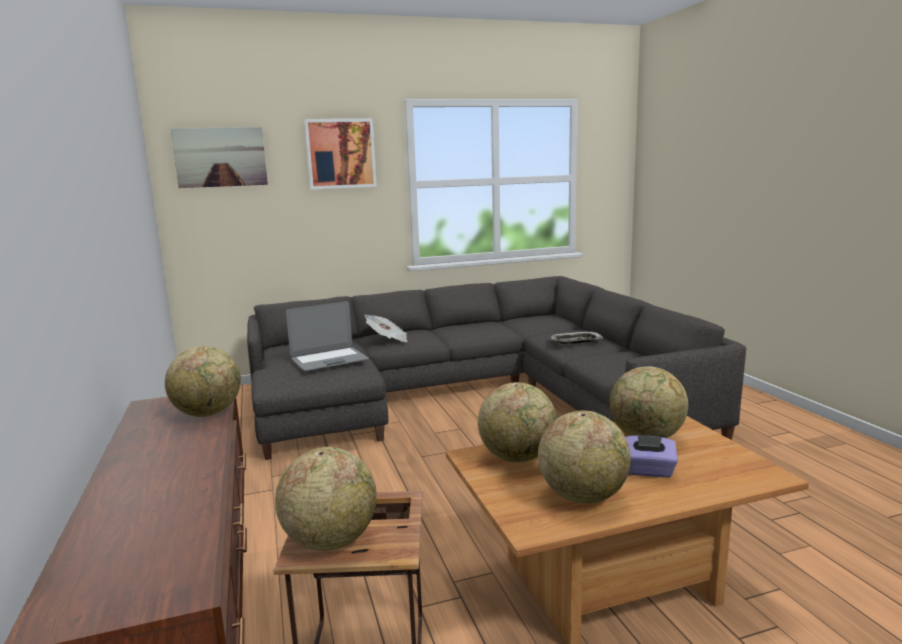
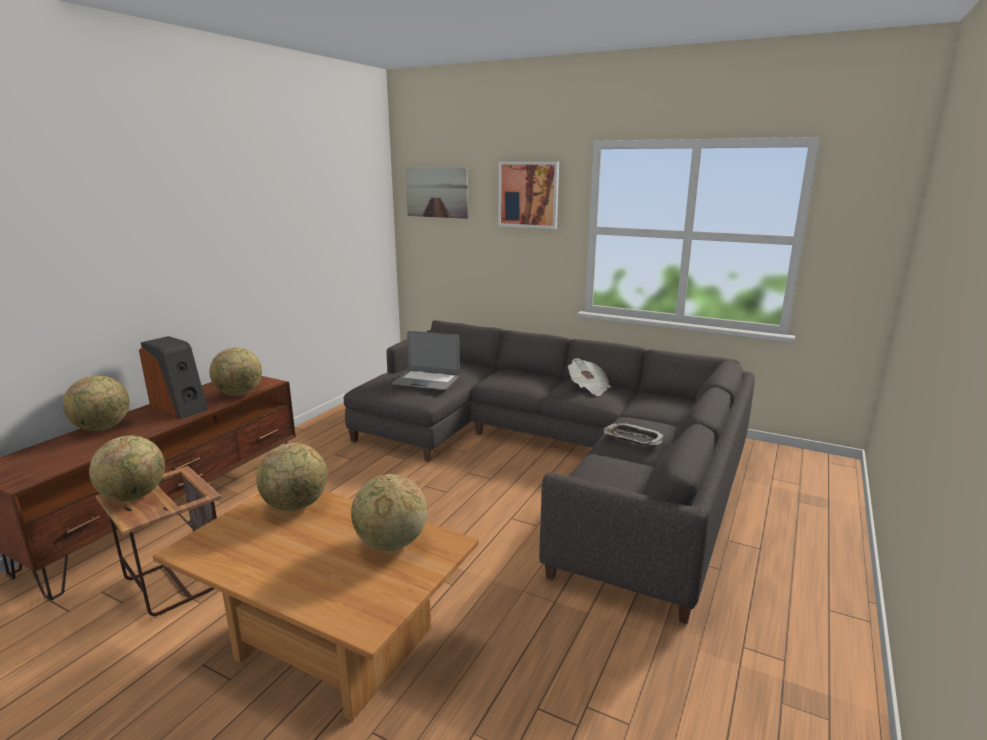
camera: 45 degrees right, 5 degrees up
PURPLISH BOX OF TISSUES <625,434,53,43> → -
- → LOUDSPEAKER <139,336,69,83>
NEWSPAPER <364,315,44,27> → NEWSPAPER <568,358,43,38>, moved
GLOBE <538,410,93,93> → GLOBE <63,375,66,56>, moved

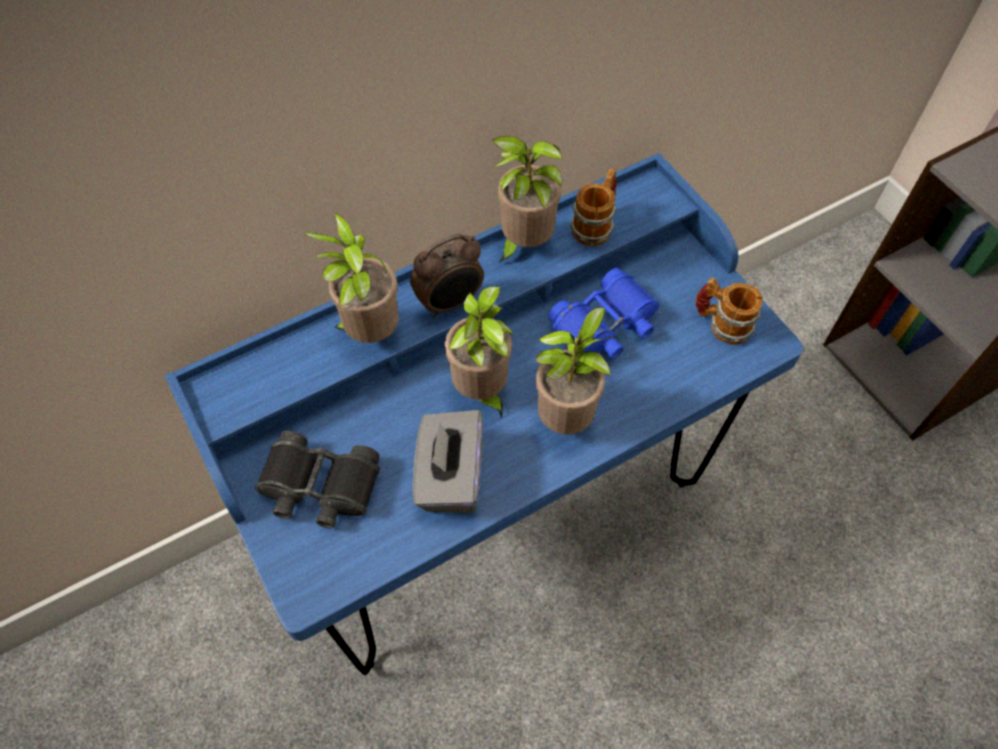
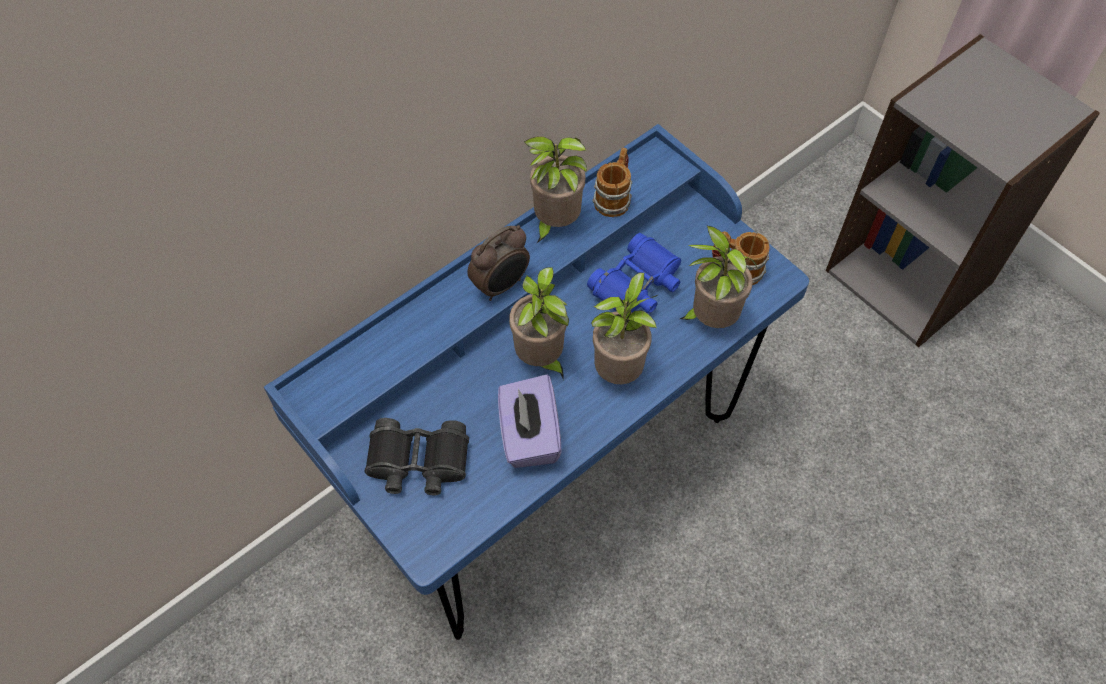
camera: 10 degrees left, 0 degrees up
POTTED PLANT <304,213,95,130> → POTTED PLANT <680,225,77,103>, moved
GREY BOX OF TISSUES <413,410,70,103> → PURPLISH BOX OF TISSUES <498,374,63,94>

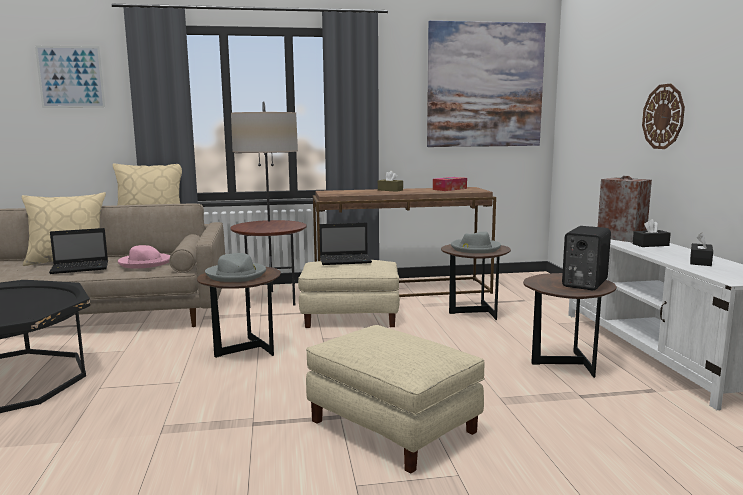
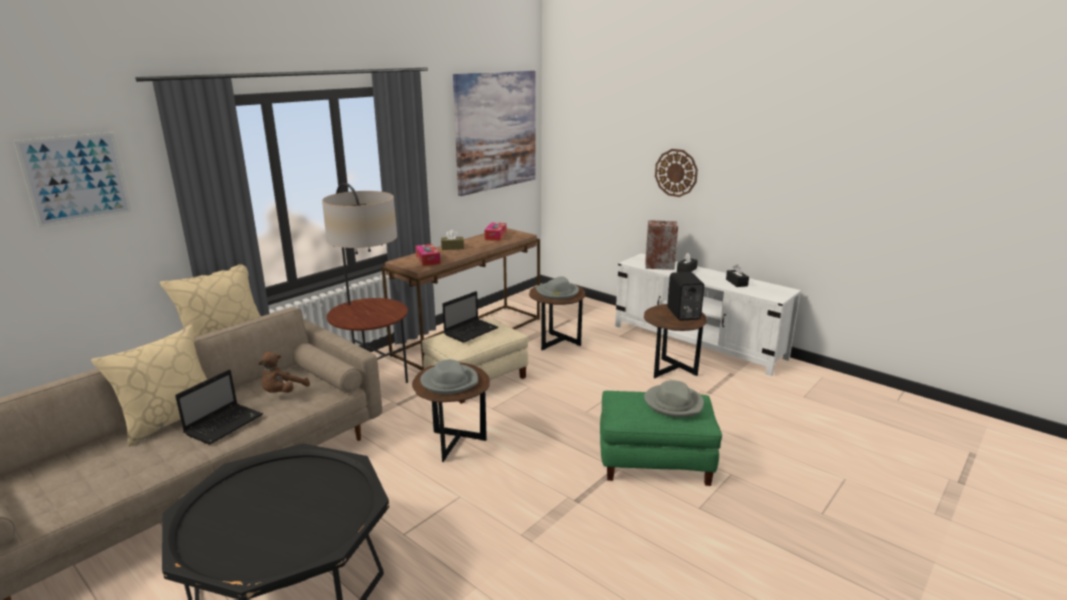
camera: 40 degrees left, 10 degrees up
- → BOX OF TISSUES <415,244,25,22>
- → GREY HAT <644,380,60,37>
PINK-COLOURED HAT <118,245,53,23> → BROWN CUDDLY TOY <258,352,52,41>
BEIGE OTTOMAN <306,325,179,149> → GREEN OTTOMAN <600,391,122,95>

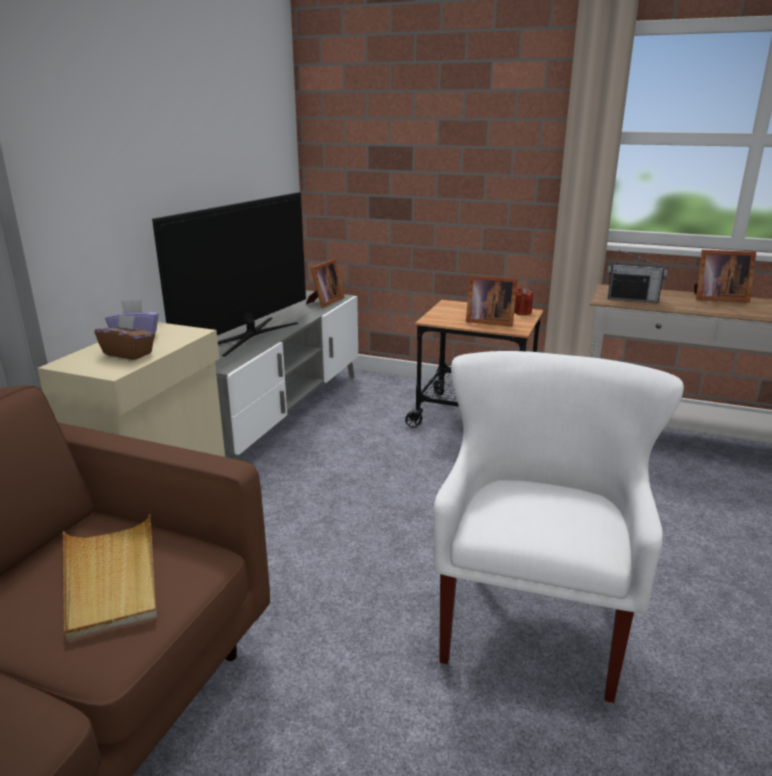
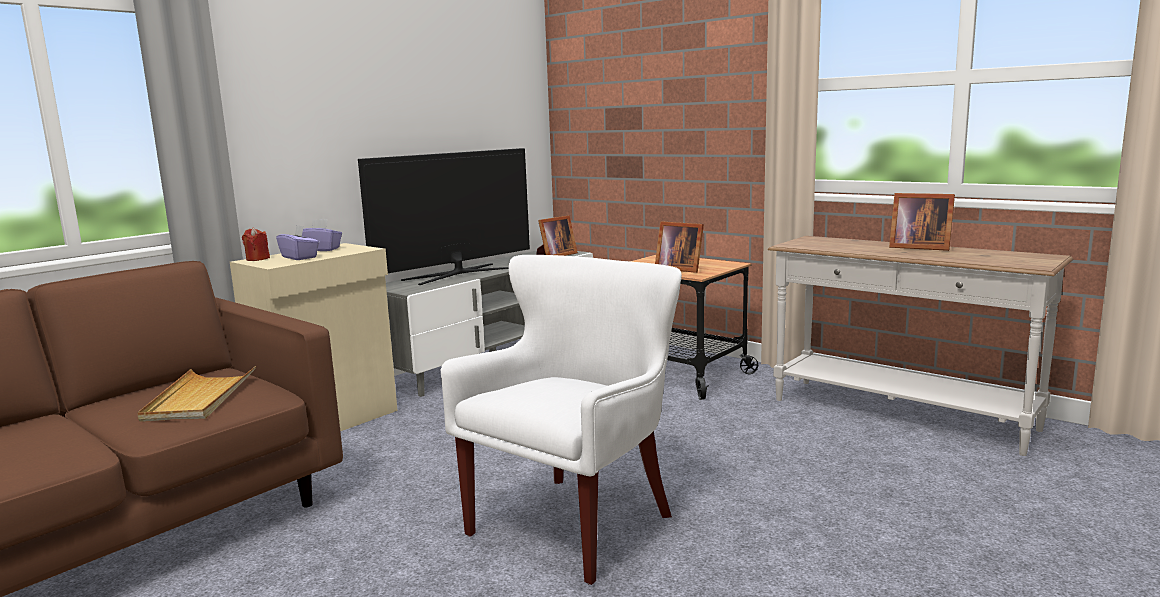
camera: 20 degrees right, 10 degrees down
RADIO RECEIVER <607,250,60,53> → -
RED WAX CANDLE <514,287,19,28> → RED WAX CANDLE <242,227,28,34>, moved
BROWN BOX OF TISSUES <95,314,60,46> → PURPLISH BOX OF TISSUES <276,225,43,35>

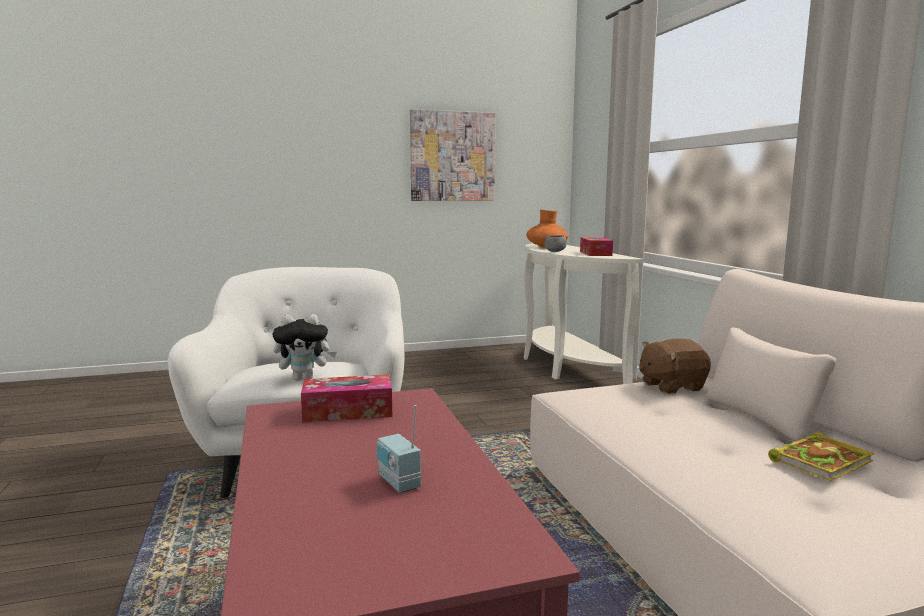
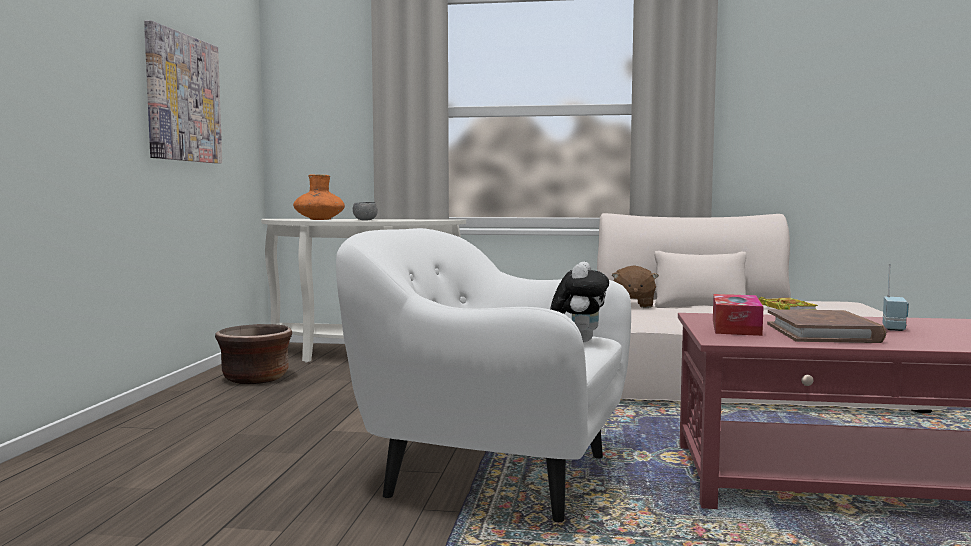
camera: 65 degrees left, 5 degrees down
BOX OF TISSUES <580,237,33,19> → -
- → BROWN PLANTER <215,324,77,60>
- → BROWN VOLUME <767,309,119,34>
RADIO RECEIVER <377,405,44,88> → RADIO RECEIVER <883,264,26,67>, 60 degrees counterclockwise

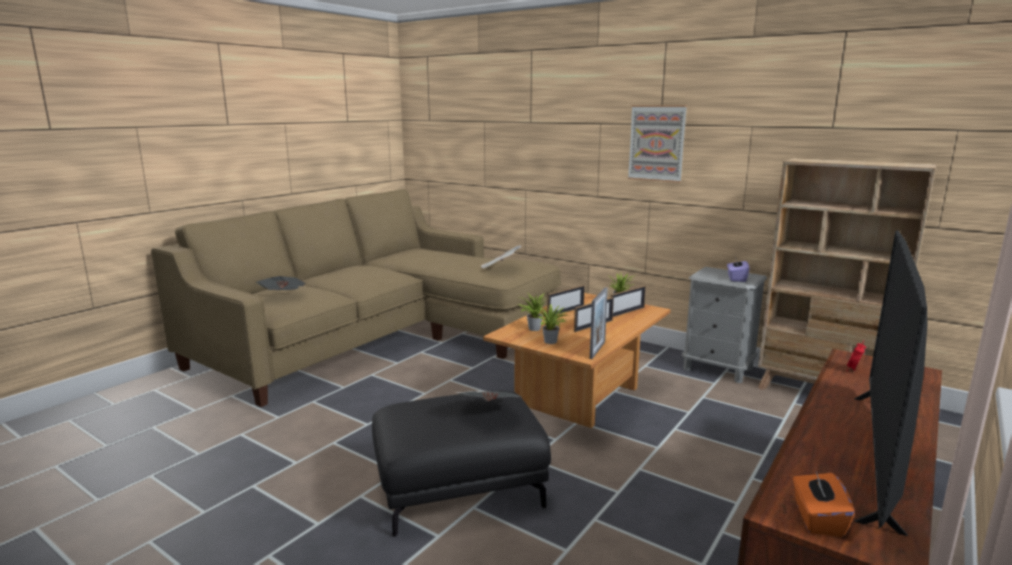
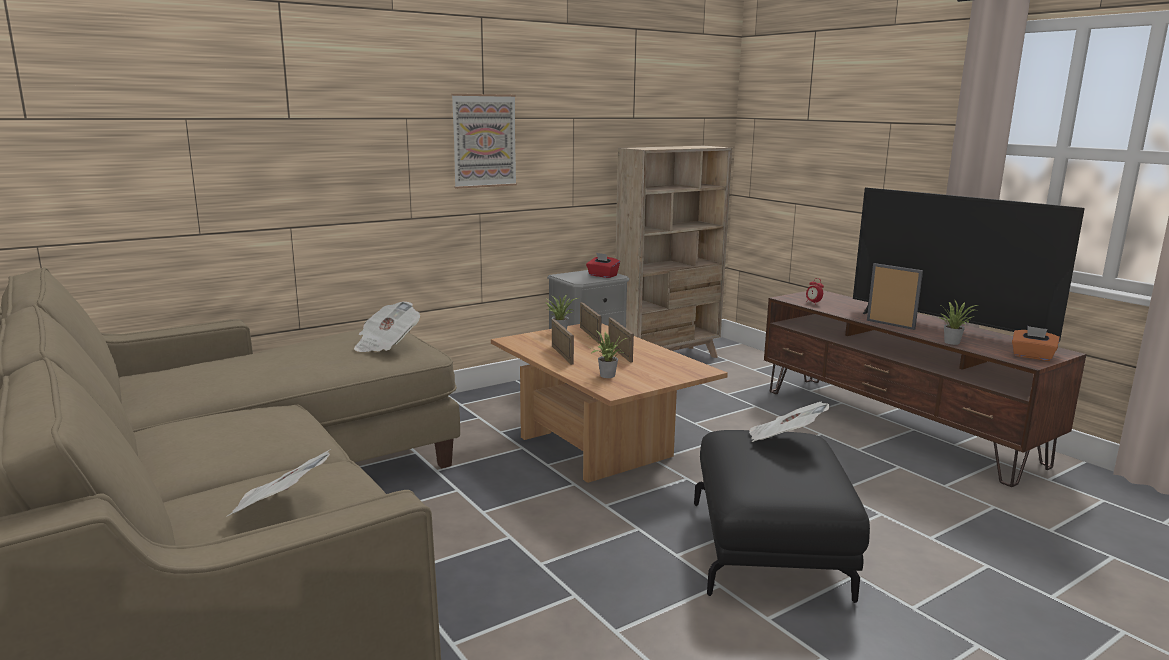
camera: 70 degrees left, 0 degrees up
POTTED PLANT <538,304,29,40> → POTTED PLANT <939,299,40,46>, moved
STANDING FRAME <590,287,18,72> → STANDING FRAME <867,263,56,67>, moved
PURPLISH BOX OF TISSUES <727,255,22,27> → RED BOX OF TISSUES <586,253,34,25>

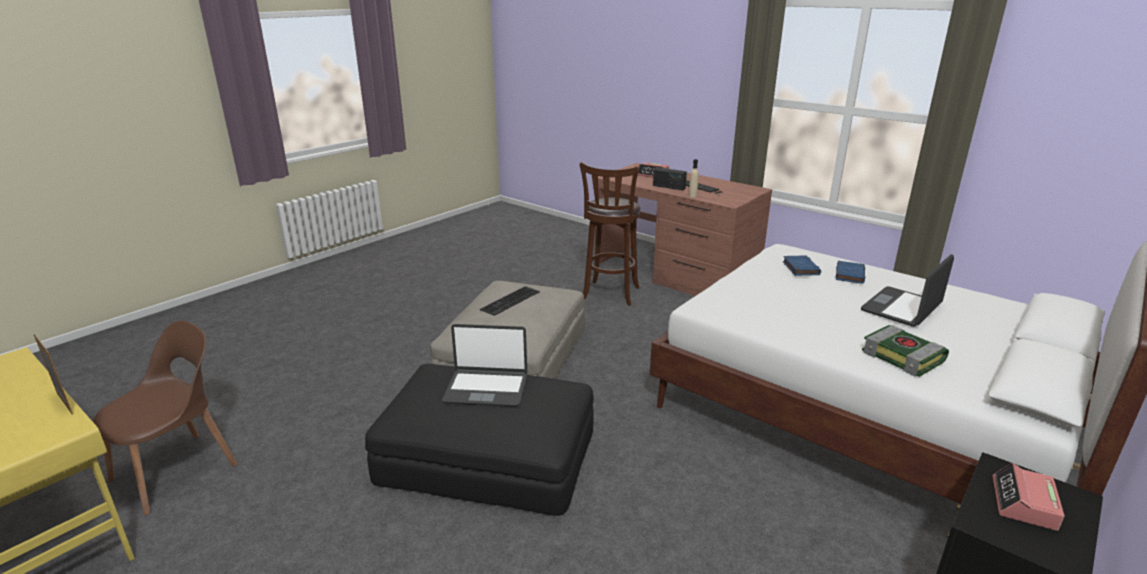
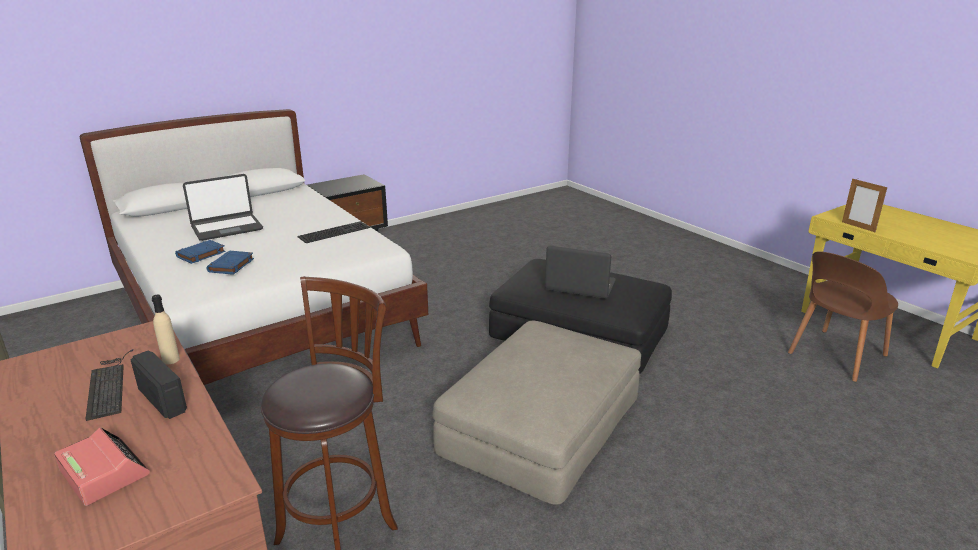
camera: 165 degrees left, 0 degrees up
VOLUME <862,325,87,52> → -
TABLE CLOCK <993,463,72,68> → -
COMPUTER KEYBOARD <480,286,60,30> → COMPUTER KEYBOARD <297,221,73,22>, moved

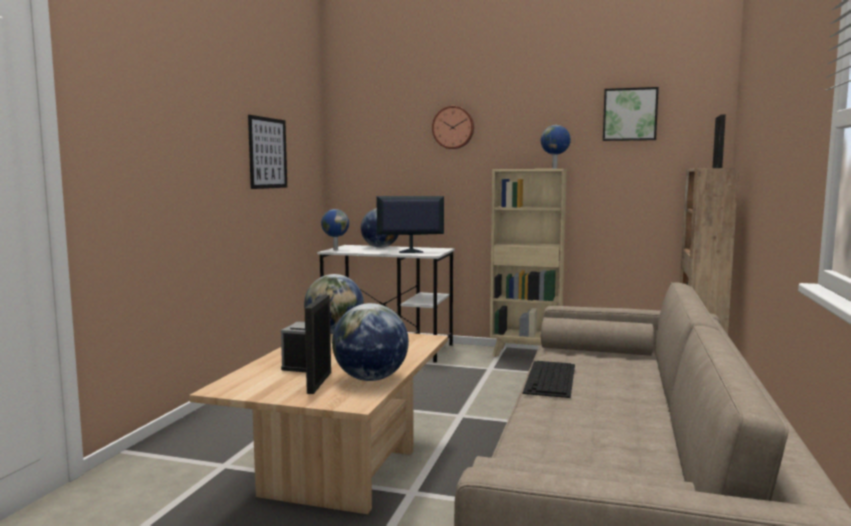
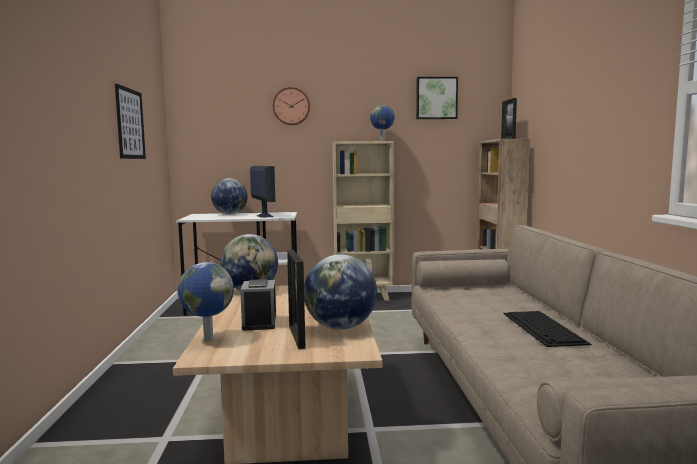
camera: 20 degrees left, 0 degrees up
GLOBE <321,209,28,41> → GLOBE <178,262,56,79>, moved
COMPUTER KEYBOARD <523,361,52,37> → COMPUTER KEYBOARD <503,311,88,36>, moved
MONITOR <377,196,67,57> → MONITOR <250,166,25,52>, 90 degrees clockwise

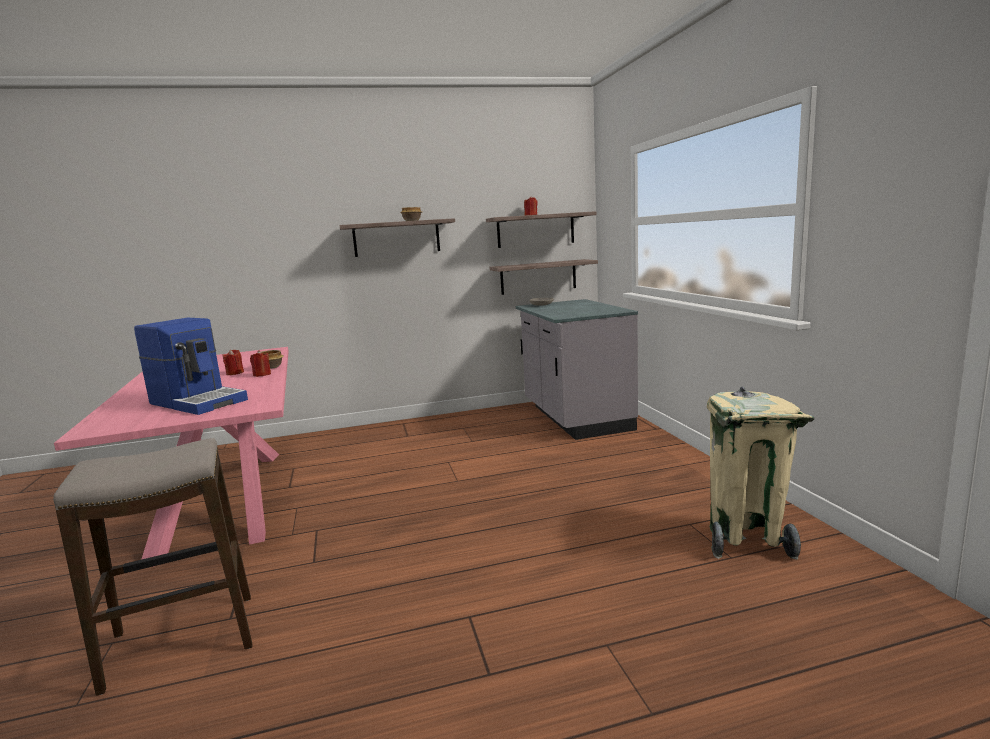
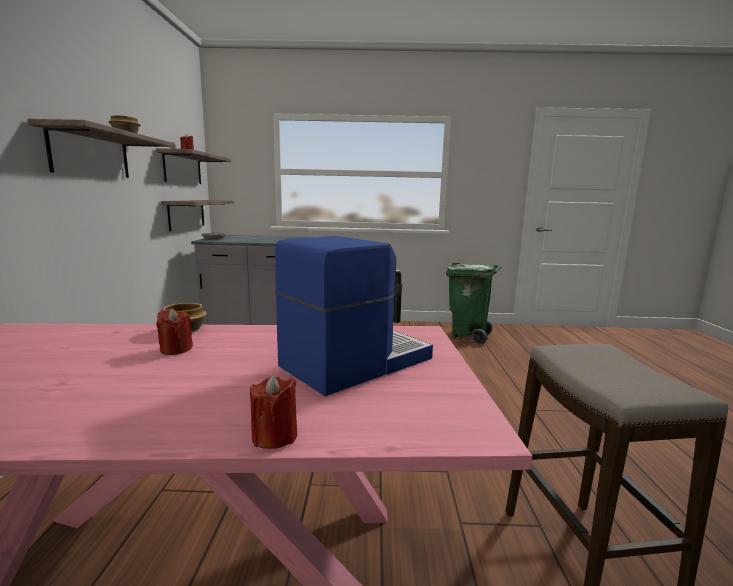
camera: 75 degrees left, 0 degrees up
RED WAX CANDLE <250,350,21,27> → RED WAX CANDLE <250,374,47,75>, moved
BEIGE RUBBISH BIN <707,386,107,174> → GREEN RUBBISH BIN <446,263,55,82>

